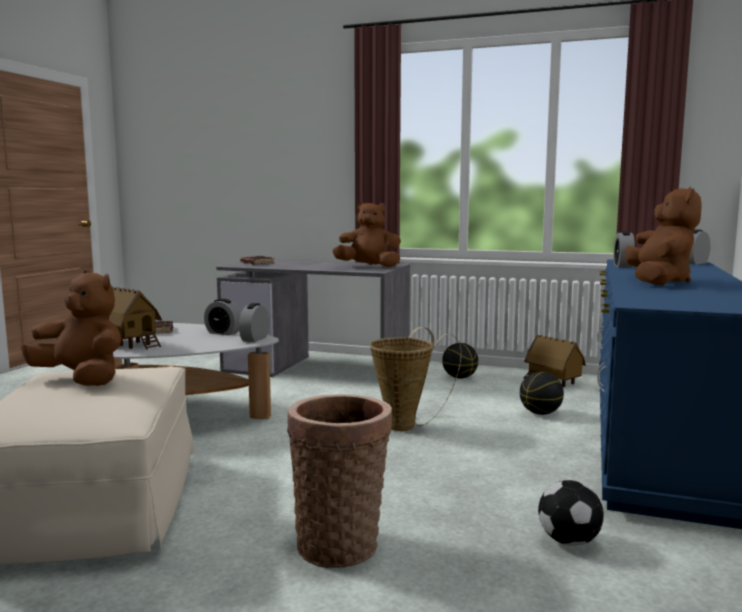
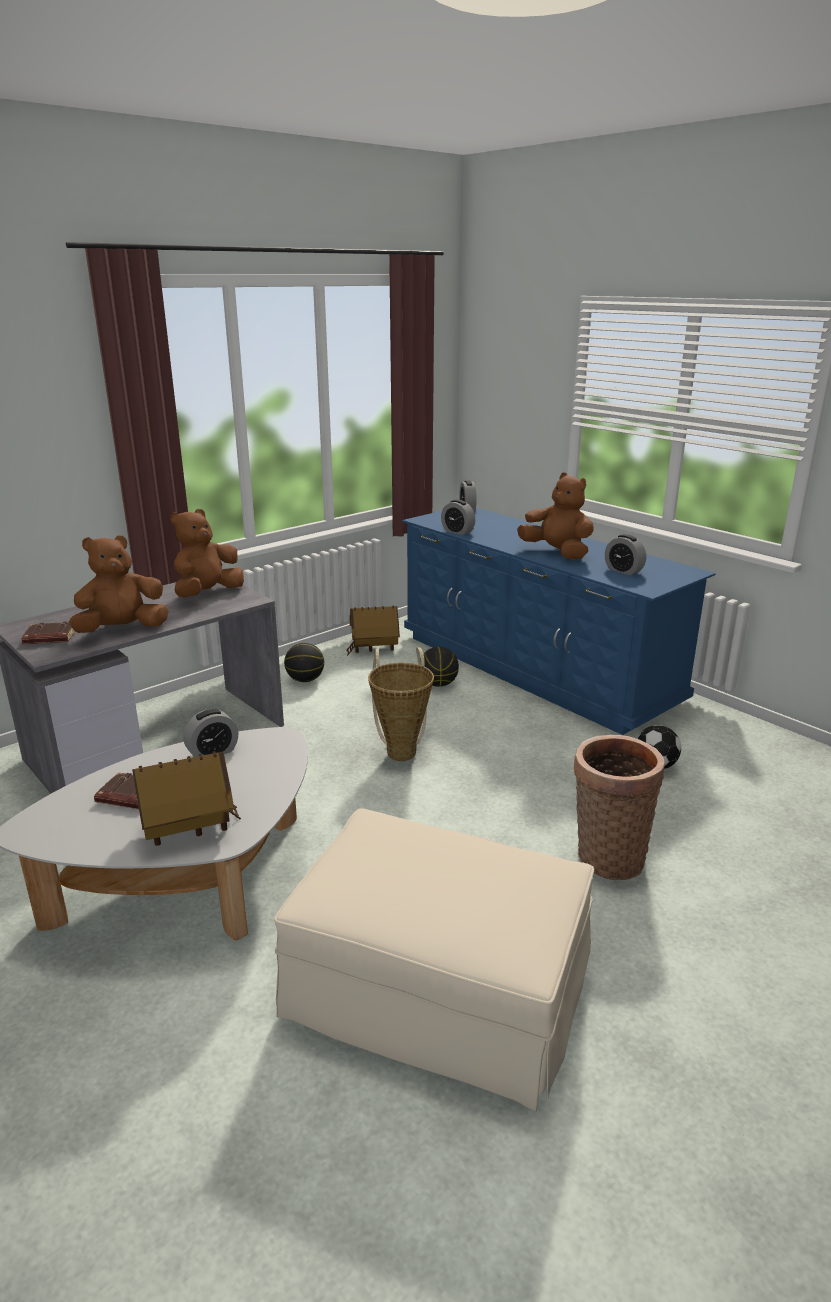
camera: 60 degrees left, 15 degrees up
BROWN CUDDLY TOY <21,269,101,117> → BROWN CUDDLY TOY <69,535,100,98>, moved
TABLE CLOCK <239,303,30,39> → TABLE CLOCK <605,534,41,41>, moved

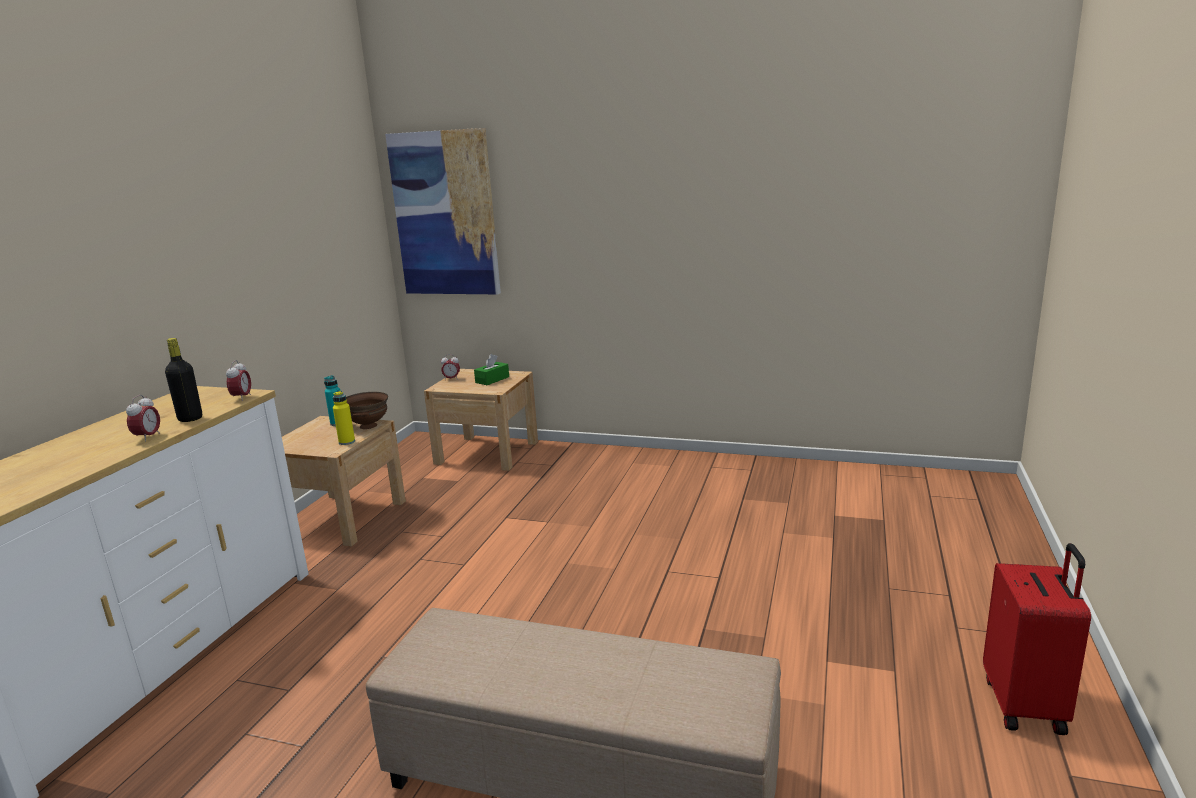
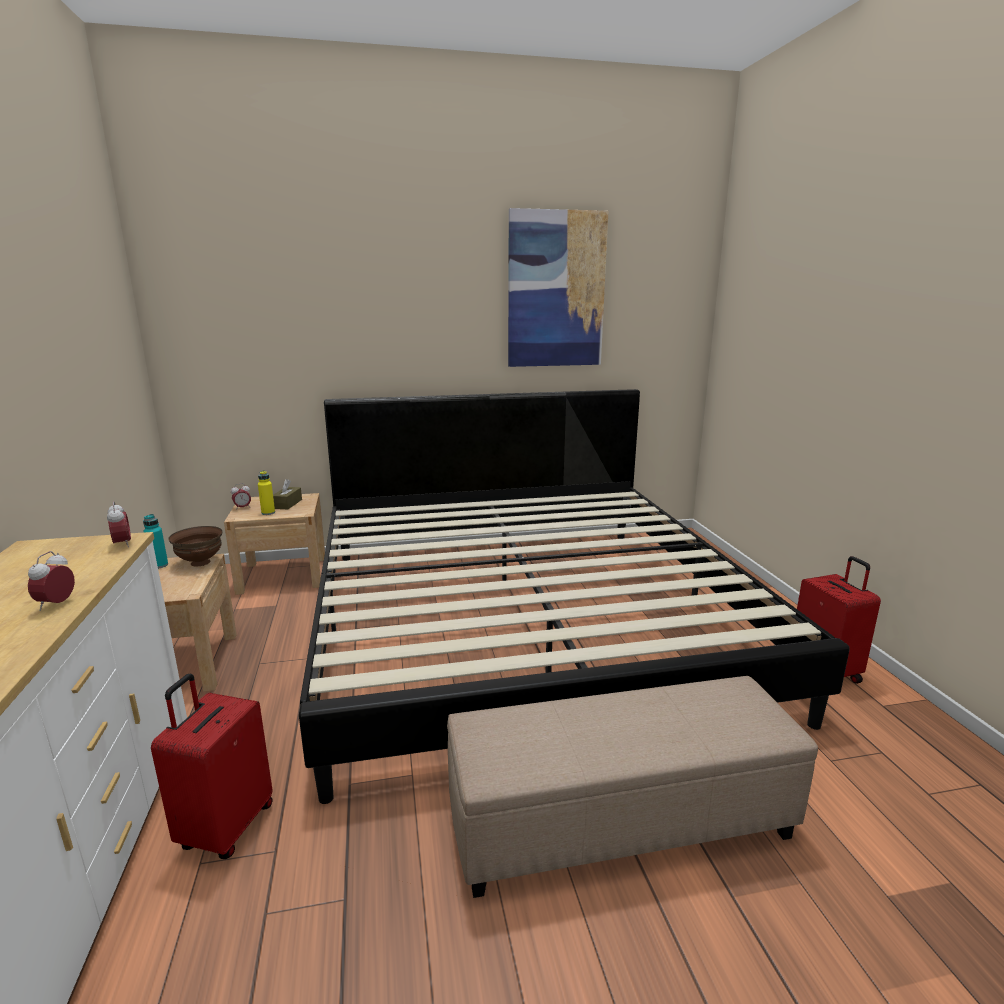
camera: 30 degrees left, 0 degrees up
BLACK-COLOURED DRINK BOTTLE <165,338,37,84> → -
- → RED SUITCASE <151,674,121,185>
- → SLEEPING BED <299,389,551,415>
YELLOW-COLOURED DRINK BOTTLE <333,391,22,54> → YELLOW-COLOURED DRINK BOTTLE <258,471,17,44>, moved
WALL ART <385,128,116,166> → WALL ART <508,208,101,159>, moved
GREEN BOX OF TISSUES <474,354,35,31> → BROWN BOX OF TISSUES <273,479,29,31>
TABLE CLOCK <126,395,34,47> → TABLE CLOCK <28,551,47,60>, 150 degrees counterclockwise

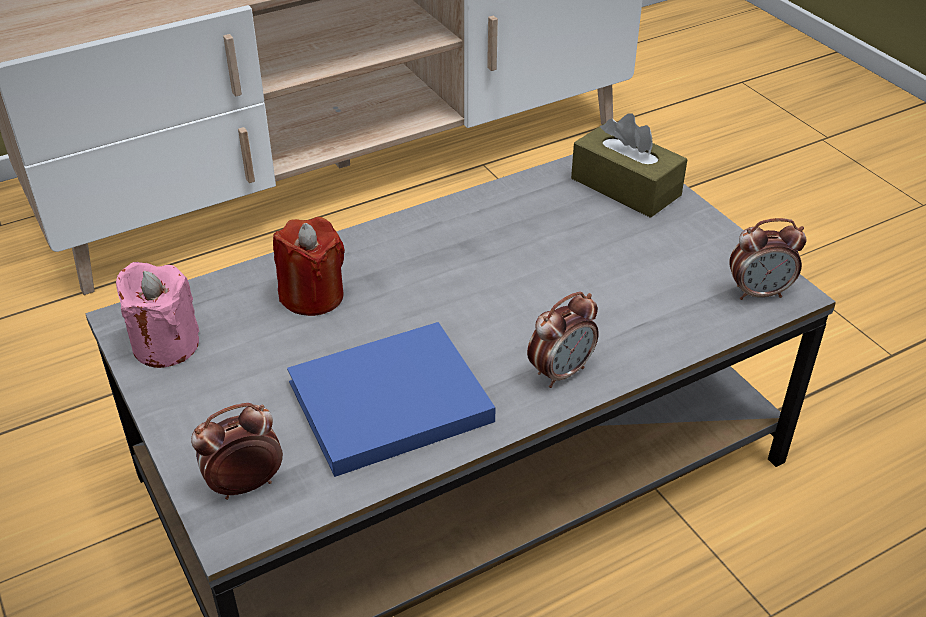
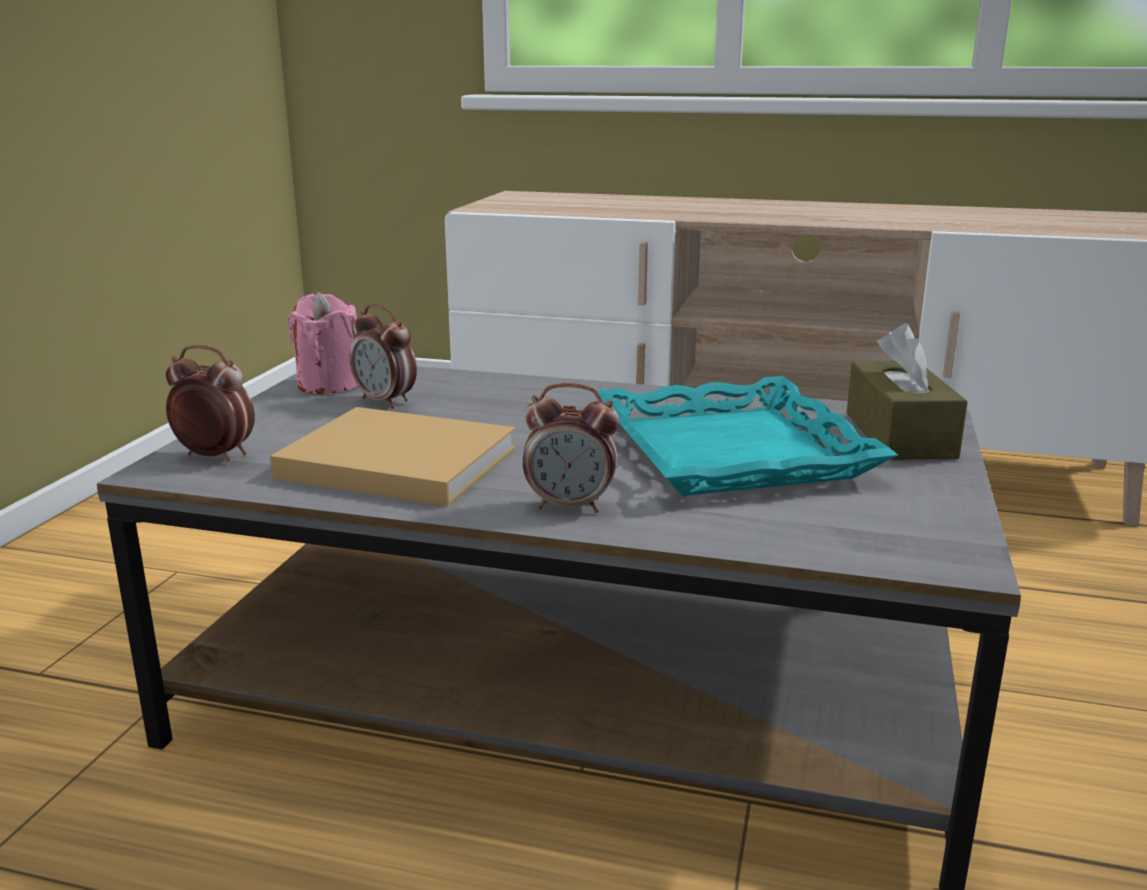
camera: 45 degrees right, 20 degrees down
RED WAX CANDLE <273,217,72,99> → -
- → TURQUOISE-COLOURED SERVING TRAY <597,376,301,120>
TABLE CLOCK <729,218,77,82> → TABLE CLOCK <350,304,67,105>, moved
BLUISH VOLUME <287,322,209,155> → BEIGE VOLUME <270,407,246,99>

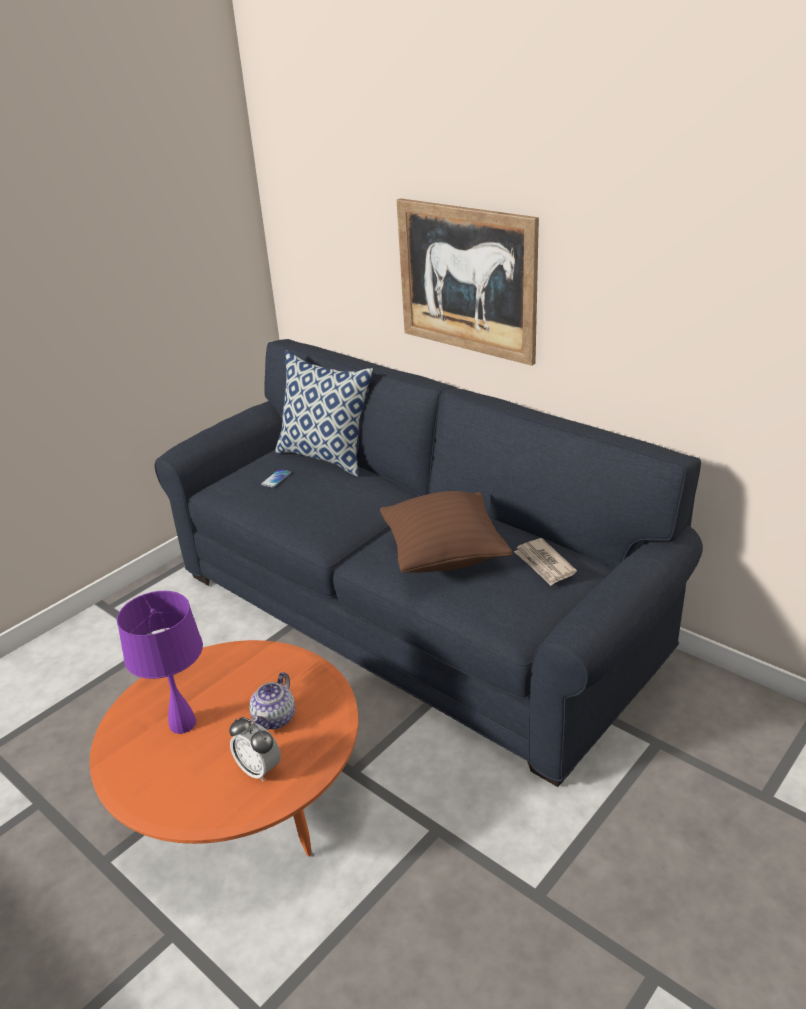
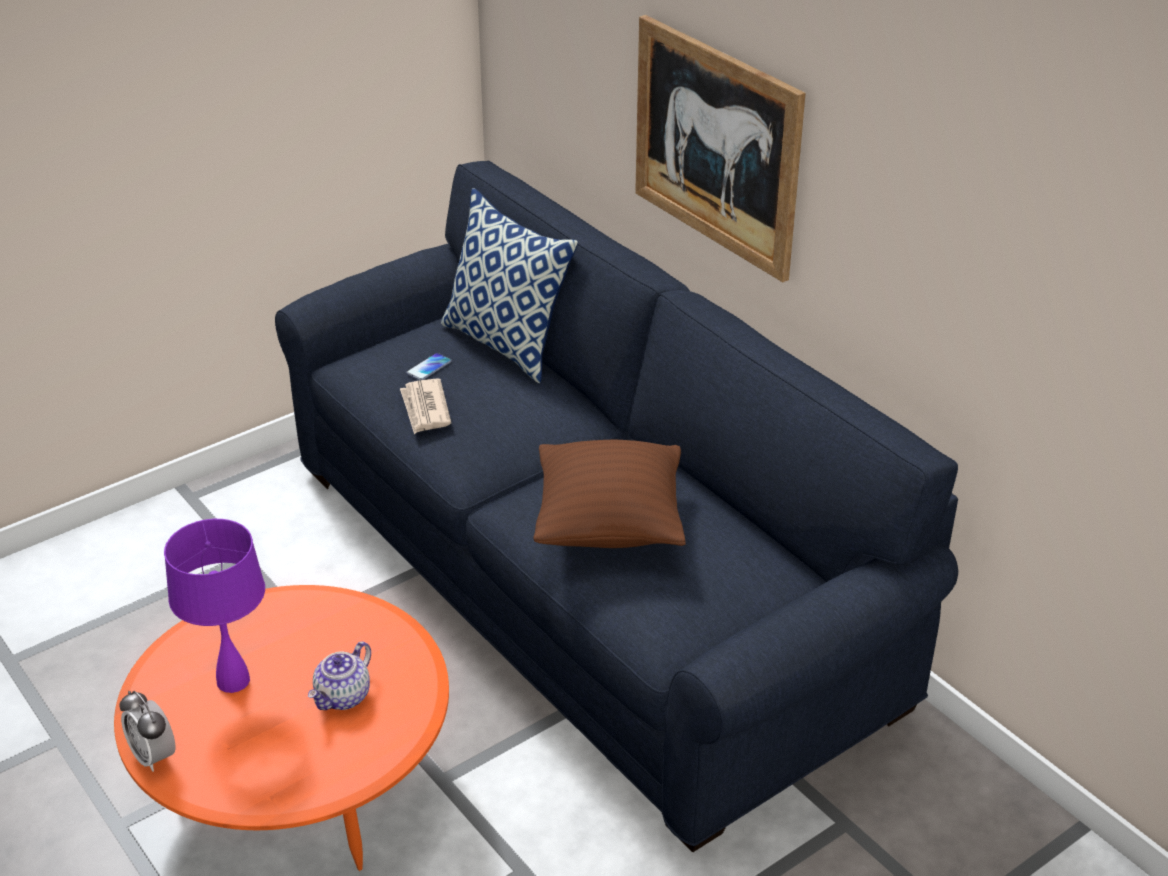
camera: 10 degrees right, 5 degrees up
TABLE CLOCK <229,717,52,65> → TABLE CLOCK <120,691,55,81>, moved
NEWSPAPER <514,538,63,48> → NEWSPAPER <400,379,51,55>, moved

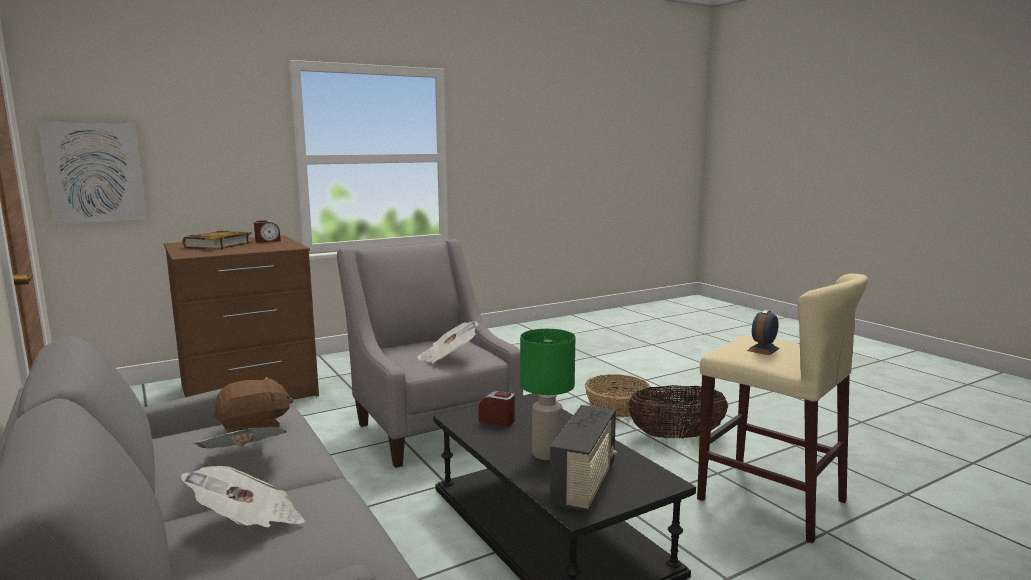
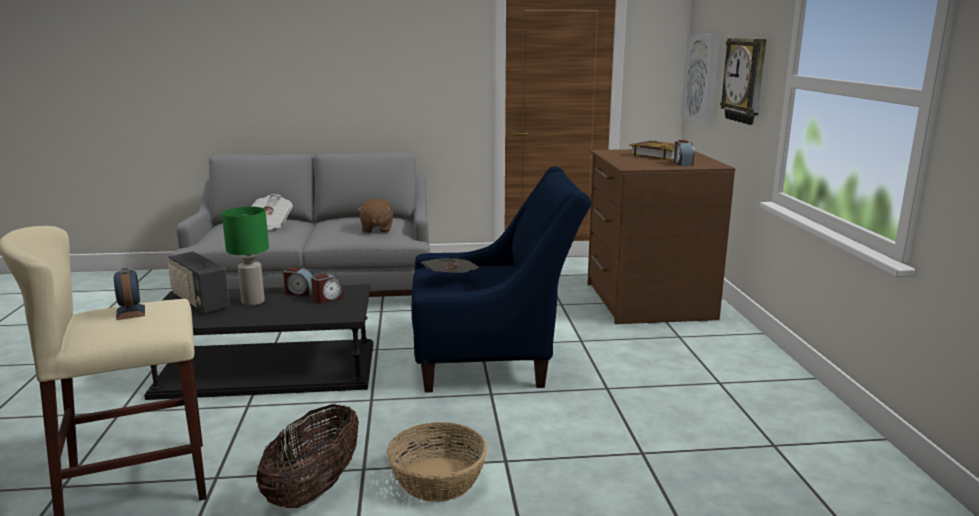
camera: 115 degrees right, 5 degrees up
NEWSPAPER <192,427,95,22> → -
- → TABLE CLOCK <283,268,31,28>
- → WALL CLOCK <720,38,47,87>
GREY LOUNGE CHAIR <337,239,186,229> → BLUISH LOUNGE CHAIR <412,166,179,227>

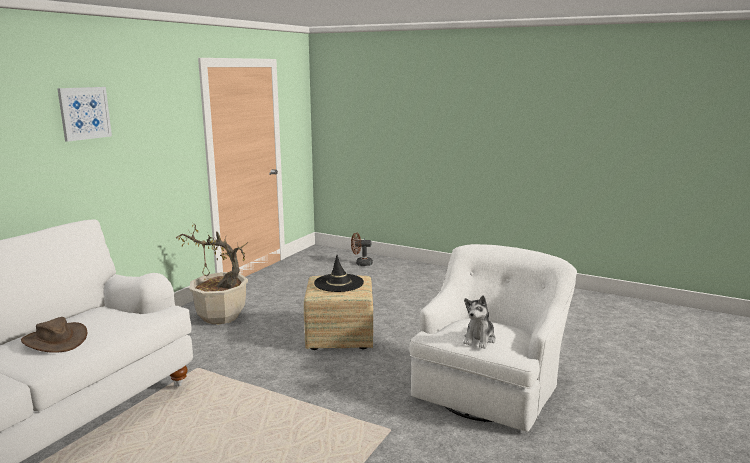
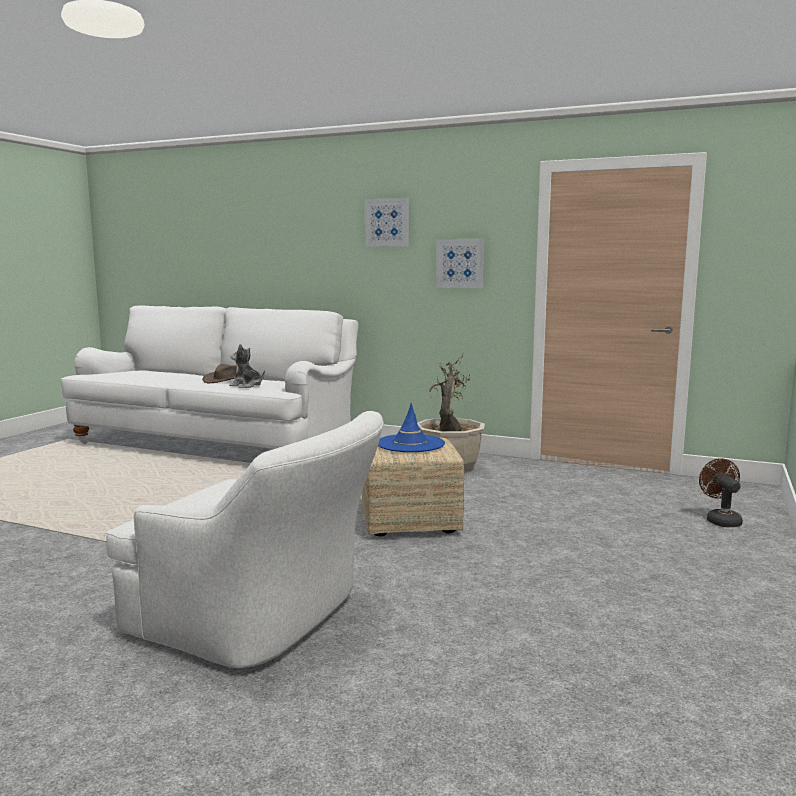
camera: 85 degrees right, 5 degrees down
- → WALL ART <436,239,48,49>
CUDDLY TOY <463,295,33,54> → CUDDLY TOY <229,344,36,44>, moved
BLACK-COLOURED HAT <314,255,50,37> → BLUISH HAT <378,403,67,49>

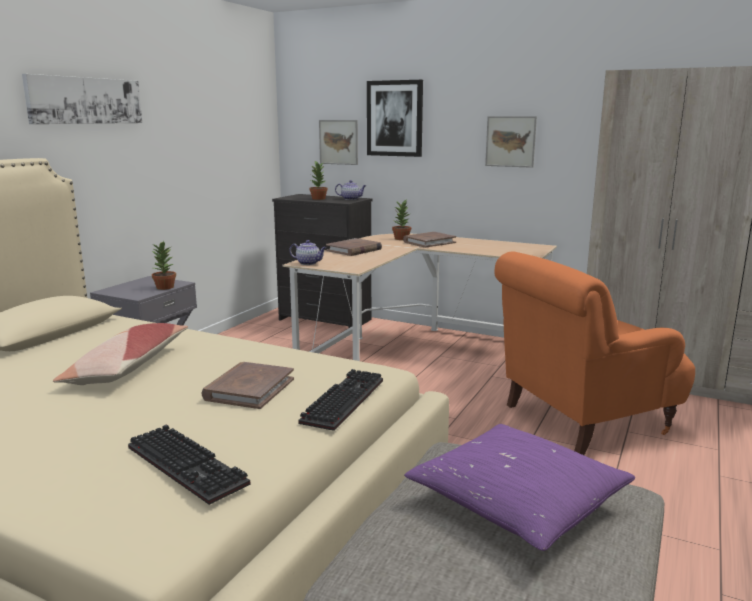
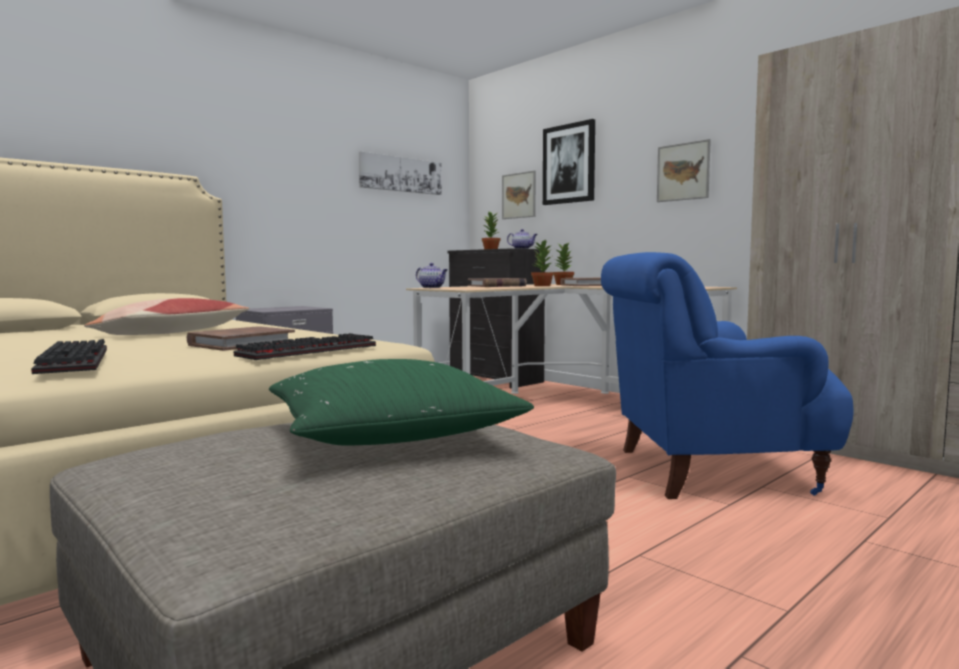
camera: 20 degrees right, 10 degrees down
WALL ART <22,74,120,50> → WALL ART <359,152,83,43>, moved
POTTED PLANT <151,241,25,49> → POTTED PLANT <531,240,23,46>, moved
PURPLISH THROW PILLOW <404,424,231,127> → GREEN THROW PILLOW <269,359,265,87>
ORANGE LOUNGE CHAIR <494,251,201,204> → BLUISH LOUNGE CHAIR <601,252,252,247>

